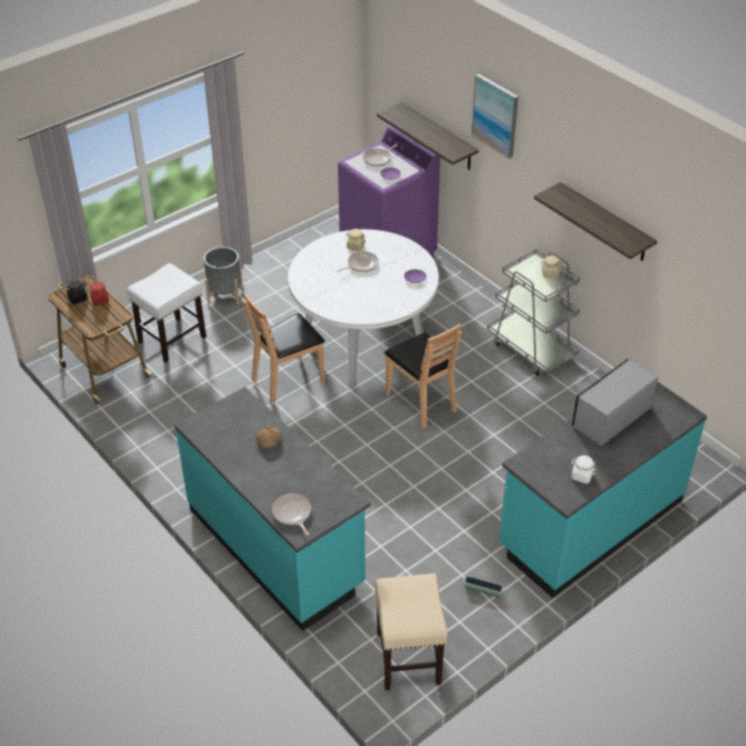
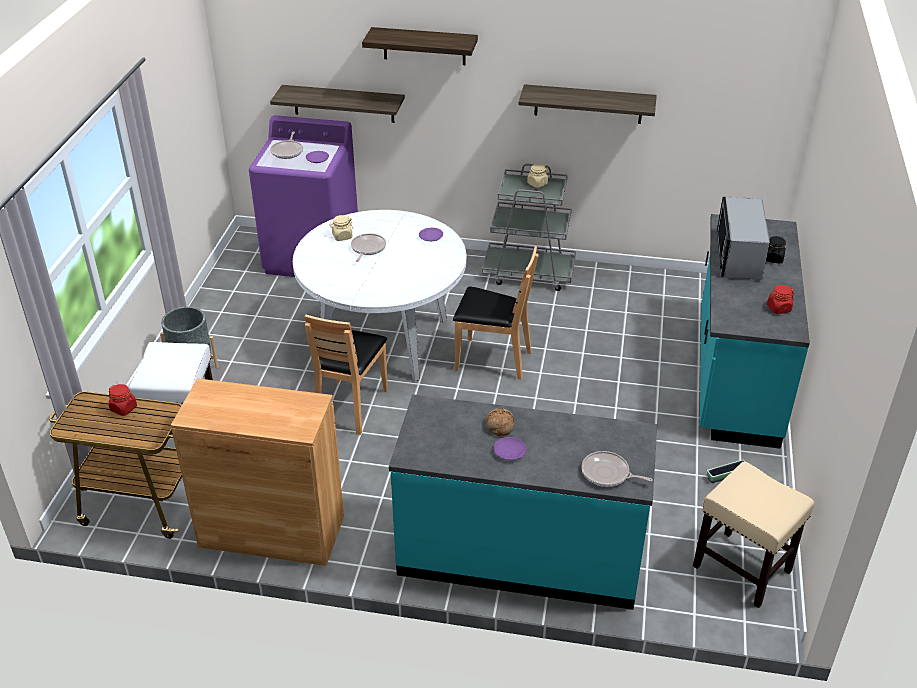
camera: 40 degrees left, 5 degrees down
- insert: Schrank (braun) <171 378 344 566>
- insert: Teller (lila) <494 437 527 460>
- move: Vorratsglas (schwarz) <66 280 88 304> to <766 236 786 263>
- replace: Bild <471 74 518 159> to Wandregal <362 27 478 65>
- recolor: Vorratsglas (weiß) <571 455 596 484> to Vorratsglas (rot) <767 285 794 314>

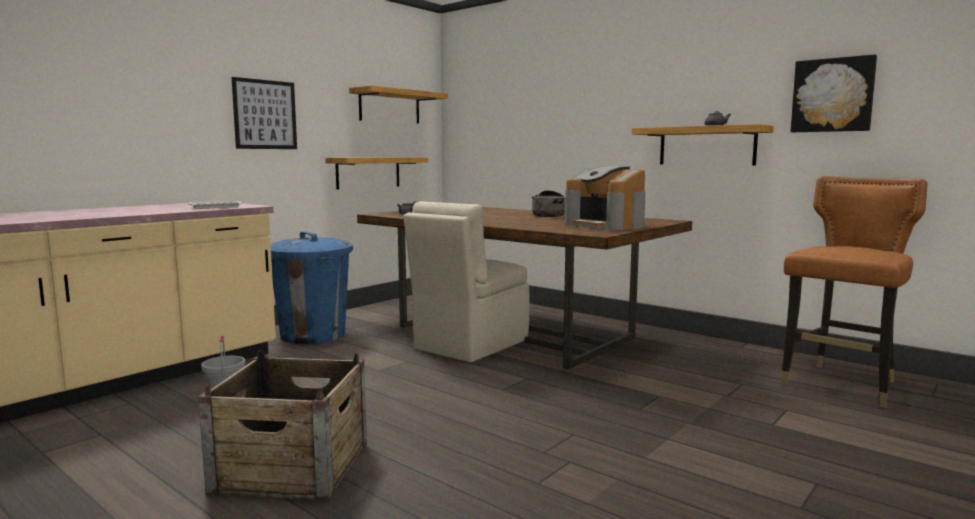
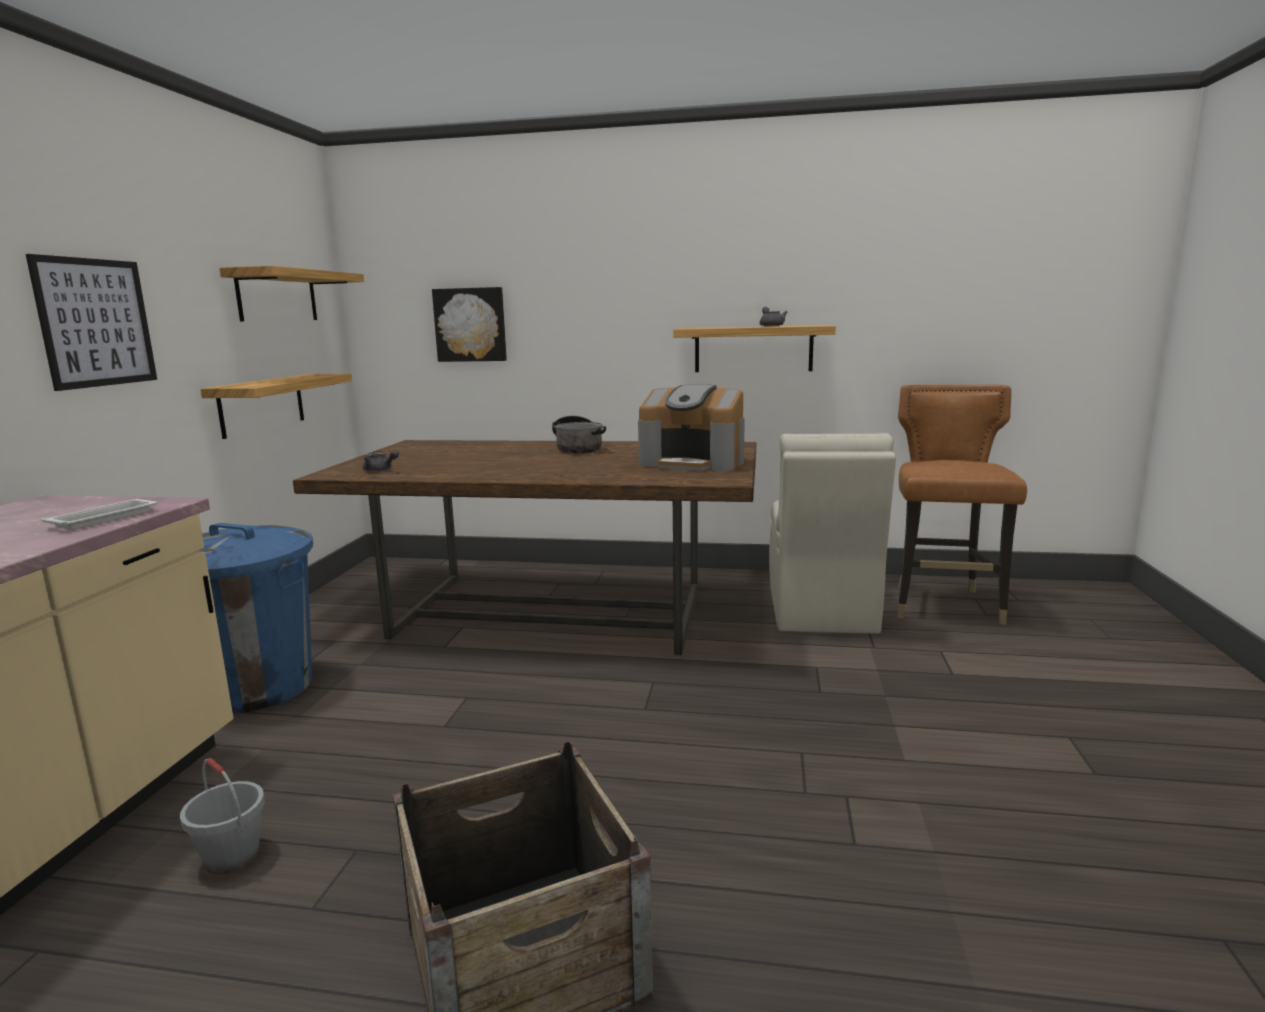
camera: 30 degrees left, 5 degrees up
- move: Stuhl (beige) <403 201 529 362> to <769 433 896 634>
- move: Bild <791 54 877 132> to <432 287 507 362>

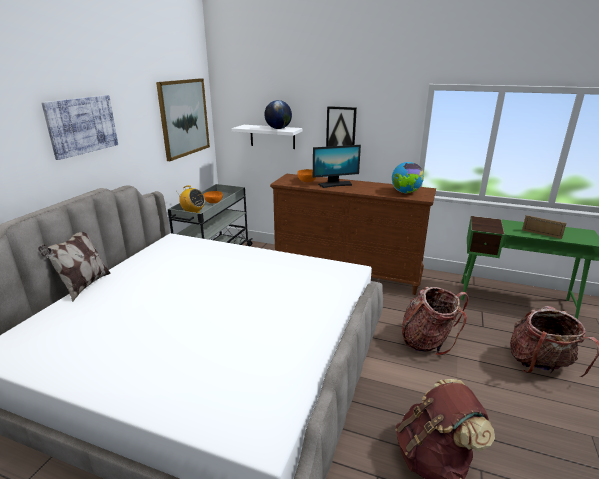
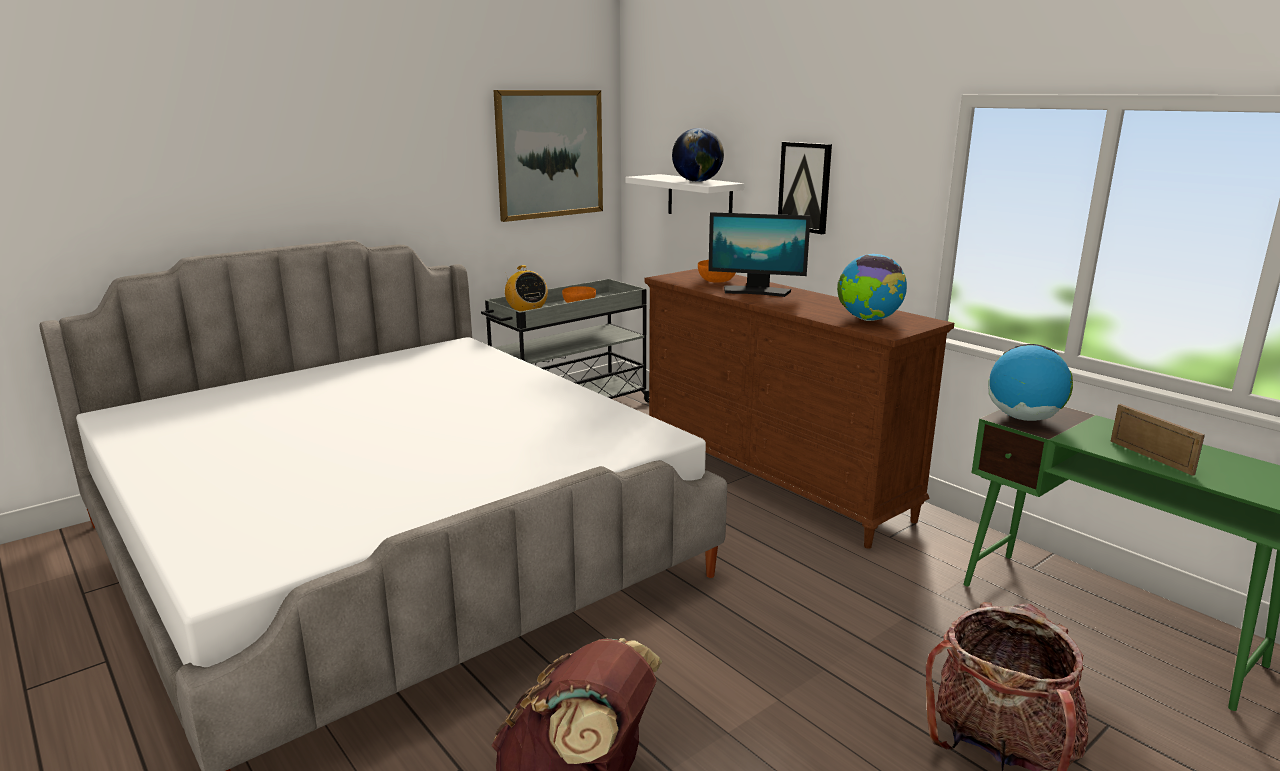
camera: 30 degrees right, 5 degrees down
- delete: Kissen <38 232 111 302>
- delete: Bild <41 95 118 160>
- delete: Rucksack <401 286 469 356>
- insert: Globus <988 344 1073 421>

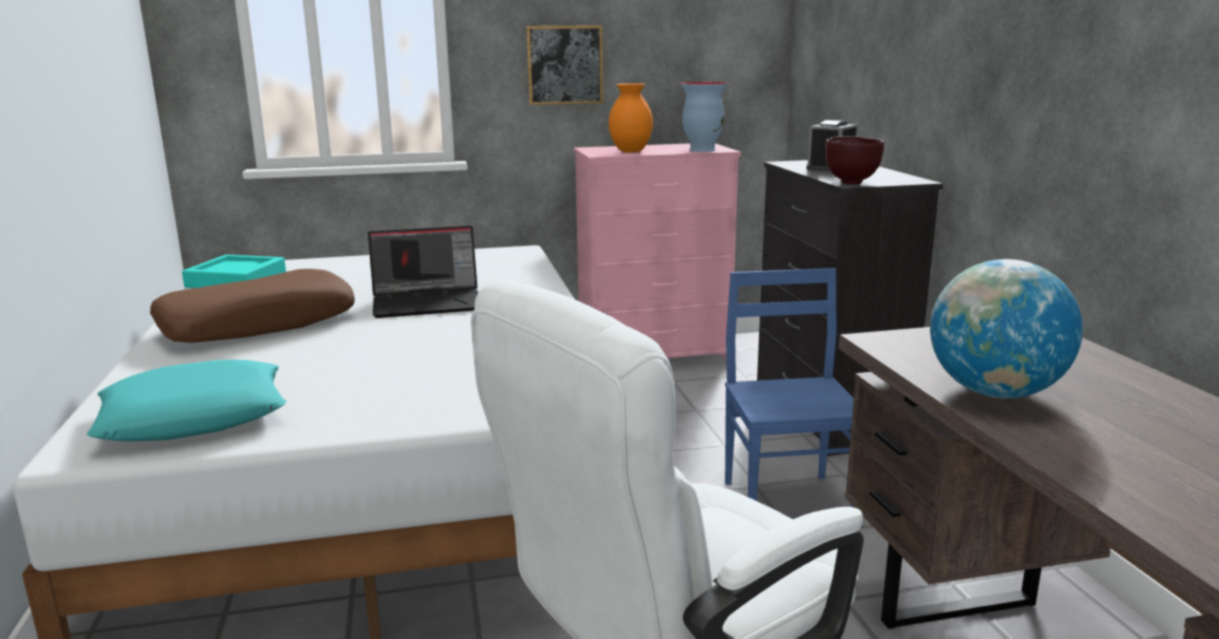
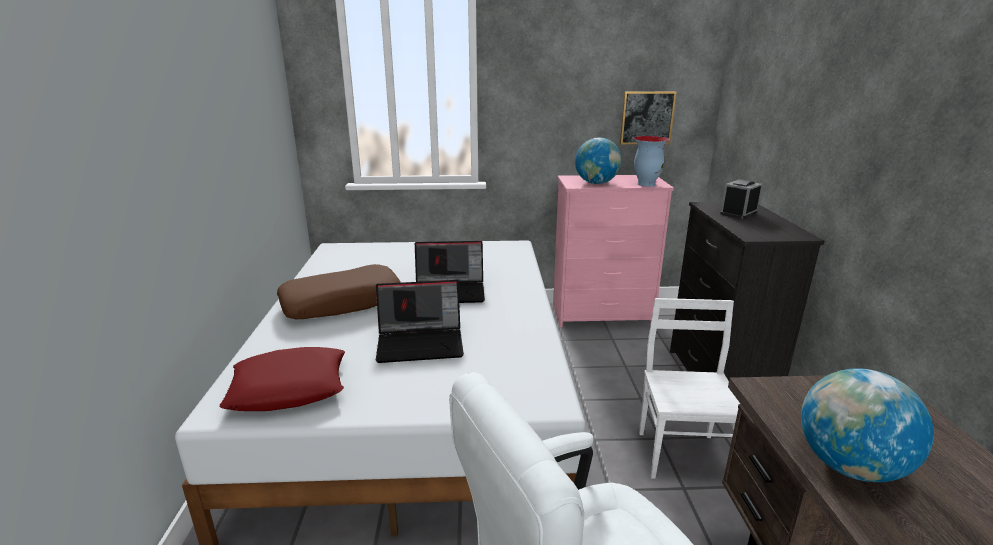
camera: 10 degrees right, 5 degrees up
- delete: Tablett (türkis) <182 255 286 288>
- delete: Schüssel (braun) <825 136 884 184>
- insert: Laptop <376 280 464 363>
- move: Bild <526 25 603 105> to <620 91 677 145>
- replace: Vase (orange) <609 83 653 153> to Globus <575 138 621 184>
- recolor: Kissen (türkis) <87 360 287 441> to Kissen (rot) <220 347 345 411>
- recolor: Stuhl (blau) <725 268 855 508> to Stuhl (weiß) <639 298 740 479>

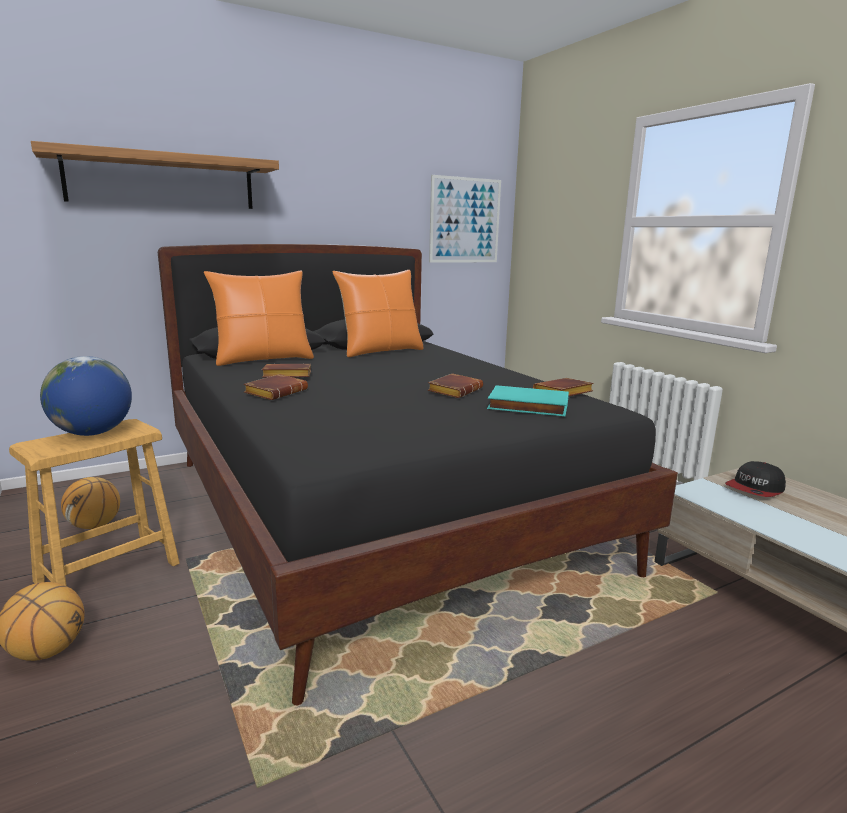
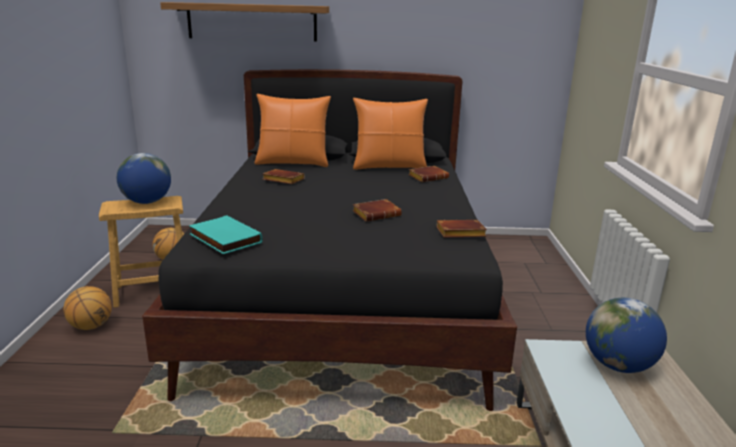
camera: 30 degrees right, 5 degrees up
- delete: Bild <429 175 501 263>
- move: Buch (braun) <244 374 308 400> to <408 166 449 182>
- move: Buch (türkis) <487 385 569 416> to <189 215 263 254>
- replace: Kappe <725 461 786 497> to Globus <586 298 667 373>

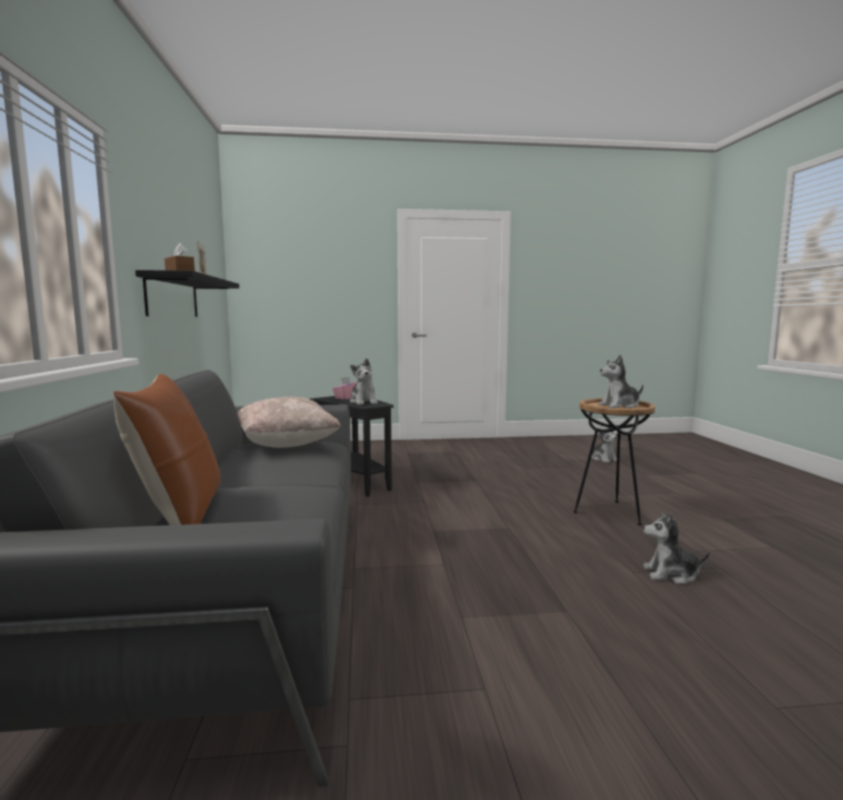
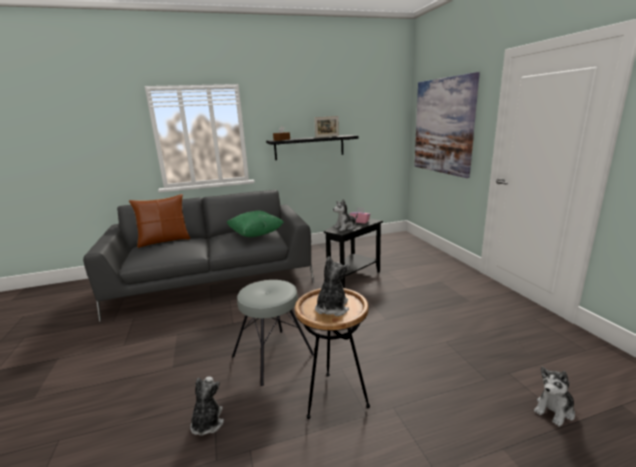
camera: 80 degrees right, 10 degrees up
- insert: Hocker (grau) <232 280 314 386>
- insert: Bild <414 72 480 178>
- recolor: Kissen (beige) <237 397 340 448> to Kissen (grün) <226 211 284 237>
- rotate: Plüschtier <598 355 643 409> = <315 256 350 316> 45 degrees clockwise

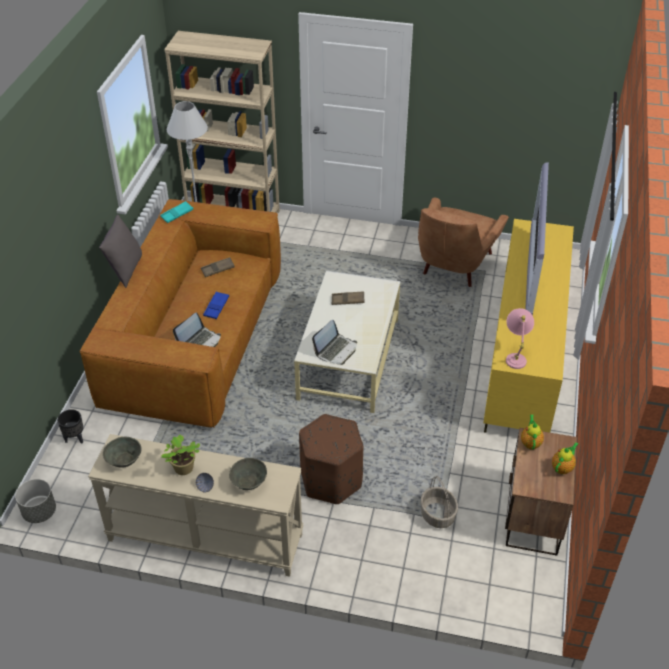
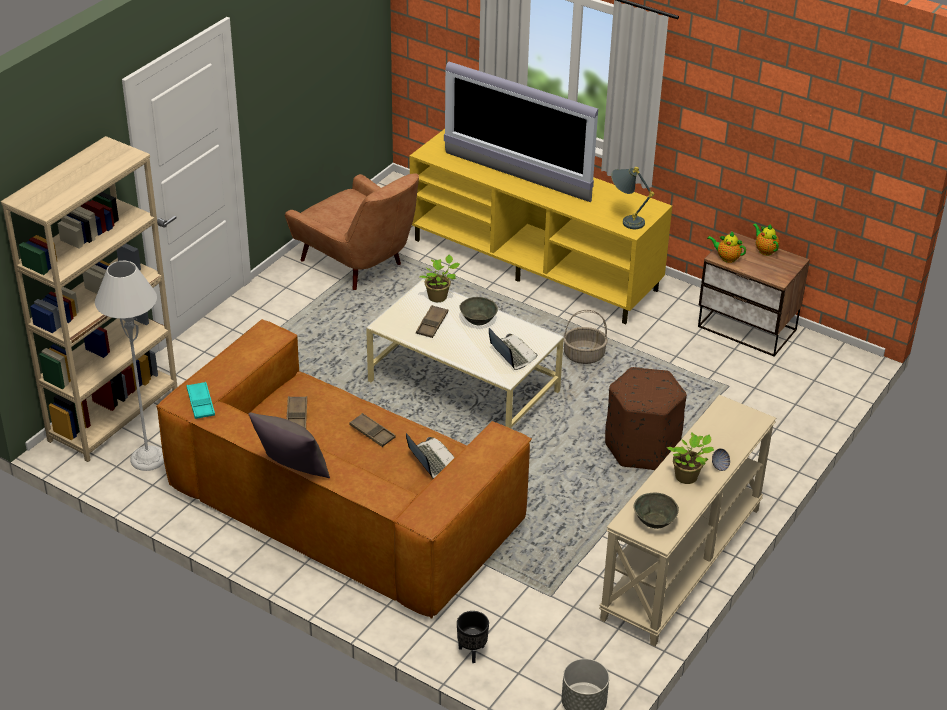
camera: 70 degrees left, 5 degrees down
- insert: Topfpflanze <420 255 460 302>
- move: Schüssel (grau) <229 458 267 490> to <459 297 498 325>
- move: Korb <421 476 458 528> to <564 310 608 364>
- recolor: Tablett (blau) <203 291 229 319> to Tablett (braun) <349 413 396 447>
- recolor: Tischlampe (rosa) <506 308 534 369> to Tischlampe (grau) <611 167 654 229>

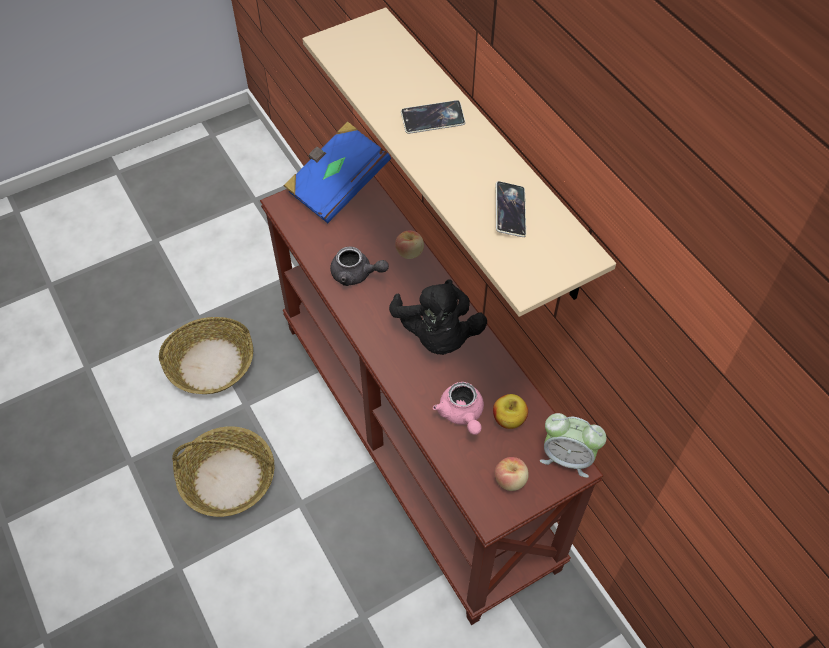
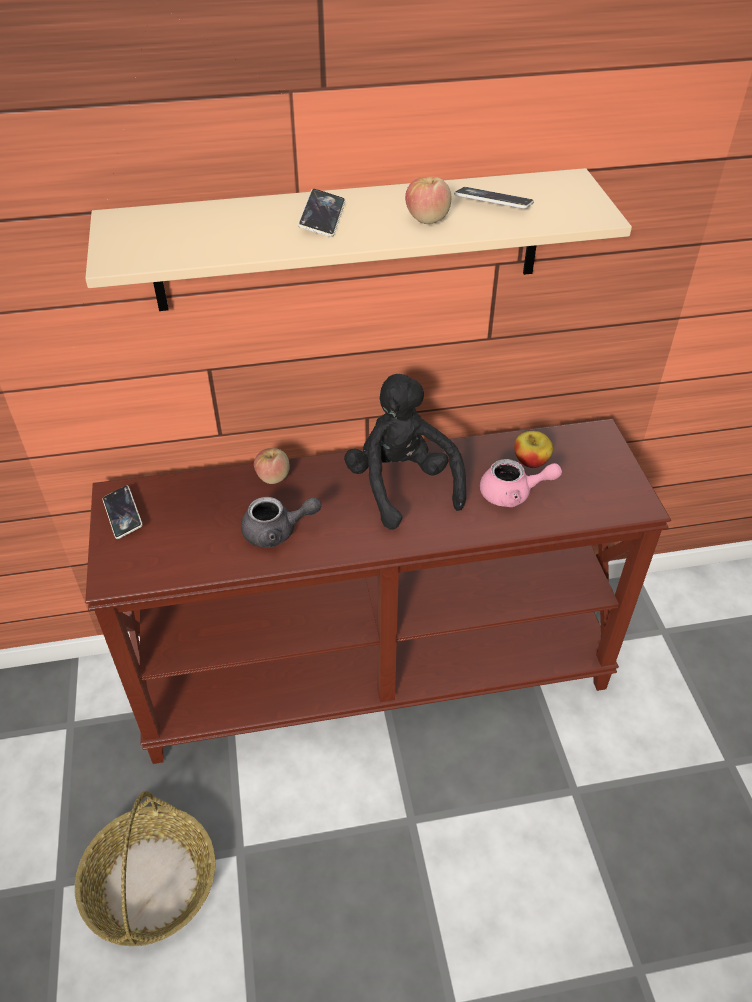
camera: 70 degrees left, 10 degrees down
- delete: Korb <172 427 275 517>
- delete: Wecker <540 413 606 478>
- move: Apfel <495 457 529 491> to <405 177 451 224>
- replace: Buch (blau) <284 122 391 223> to Handy <103 486 143 539>
- rotate: Teekanne (grau) <330 247 389 286> = <241 497 321 548> 45 degrees clockwise
- rotate: Plüschtier (schwarz) <389 279 487 355> = <344 374 466 530> 120 degrees counterclockwise

